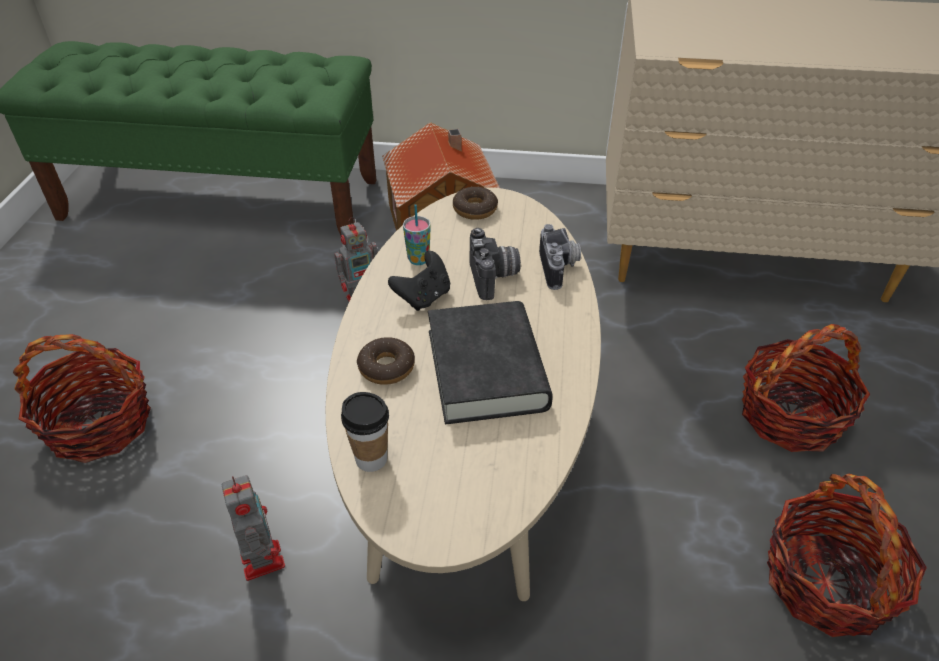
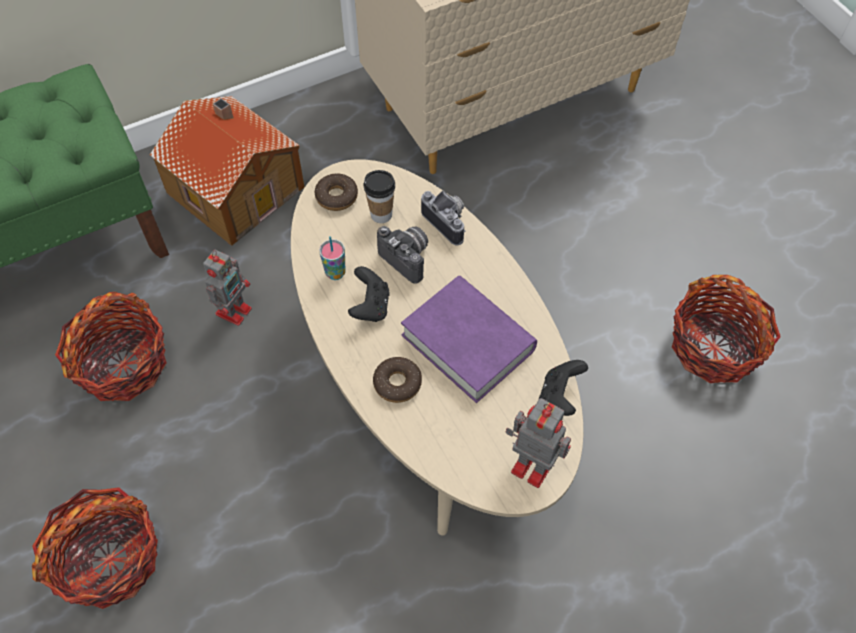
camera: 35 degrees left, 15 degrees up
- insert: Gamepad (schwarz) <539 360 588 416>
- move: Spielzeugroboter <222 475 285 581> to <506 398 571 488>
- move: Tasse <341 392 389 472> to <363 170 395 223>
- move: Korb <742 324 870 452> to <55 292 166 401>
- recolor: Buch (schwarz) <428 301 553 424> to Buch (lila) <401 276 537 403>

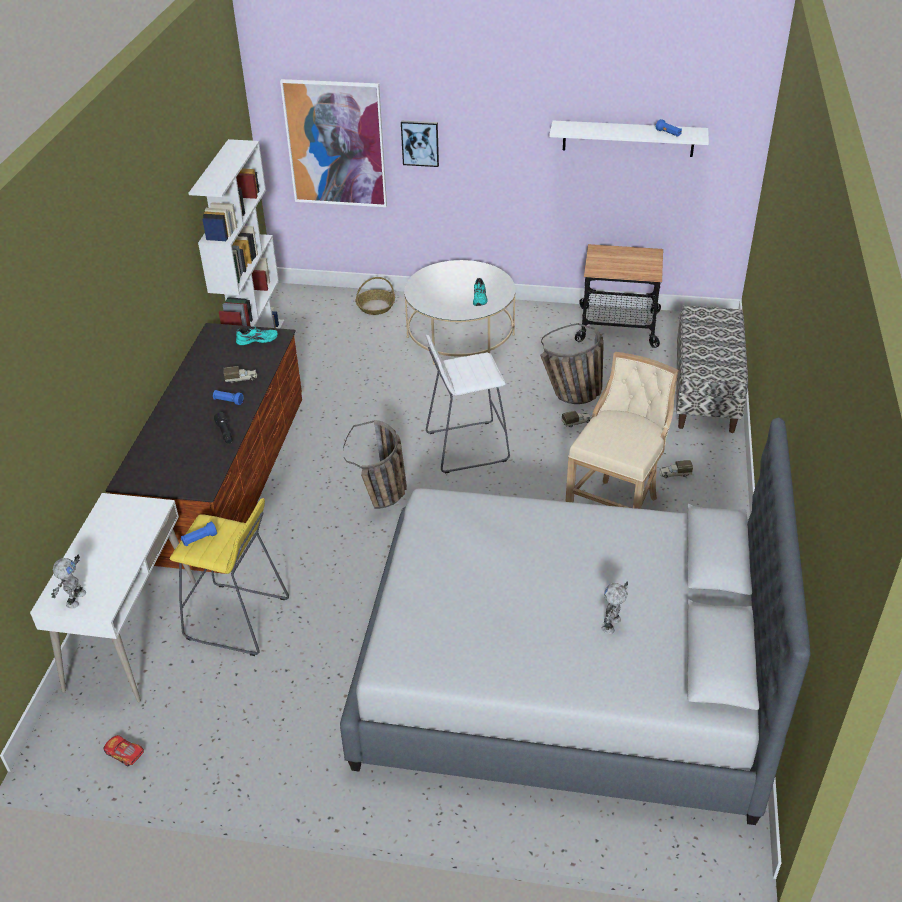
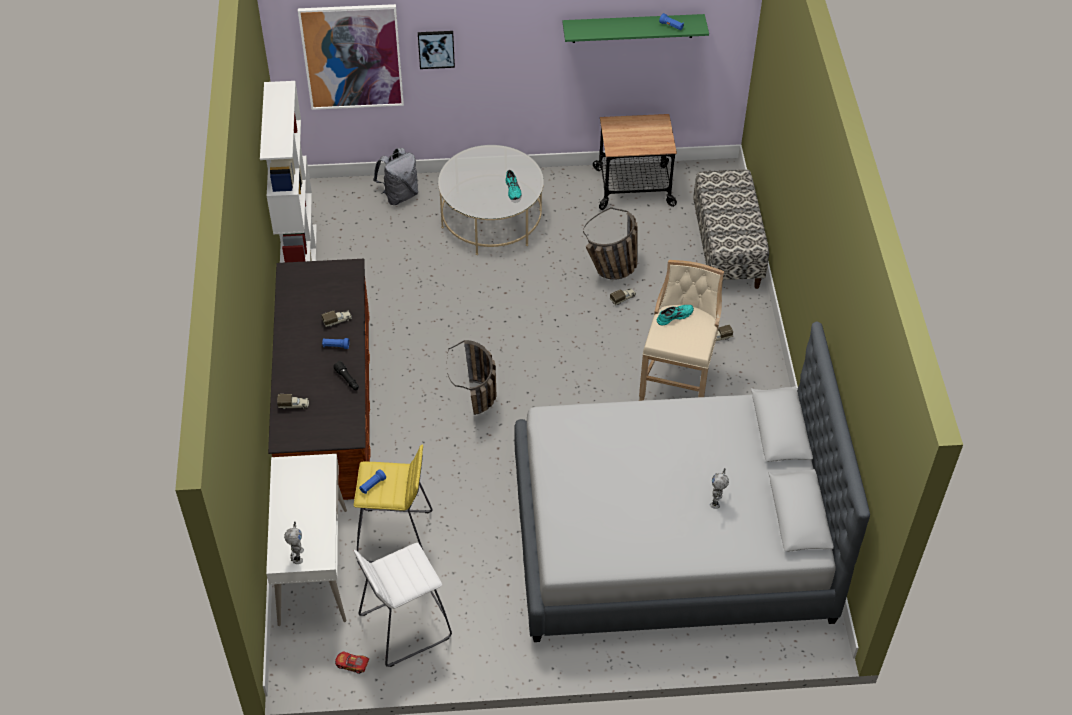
camera: 15 degrees left, 10 degrees up
- insert: Spielzeuglaster <277 394 309 409>
- move: Schuh (türkis) <236 327 278 345> to <657 305 694 325>
- move: Hocker (weiß) <426 335 510 474> to <354 543 452 667>
- replace: Korb <355 277 395 315> to Rucksack (grau) <373 148 418 205>
- recolor: Wandregal (weiß) <549 121 709 157> to Wandregal (grün) <562 14 709 43>

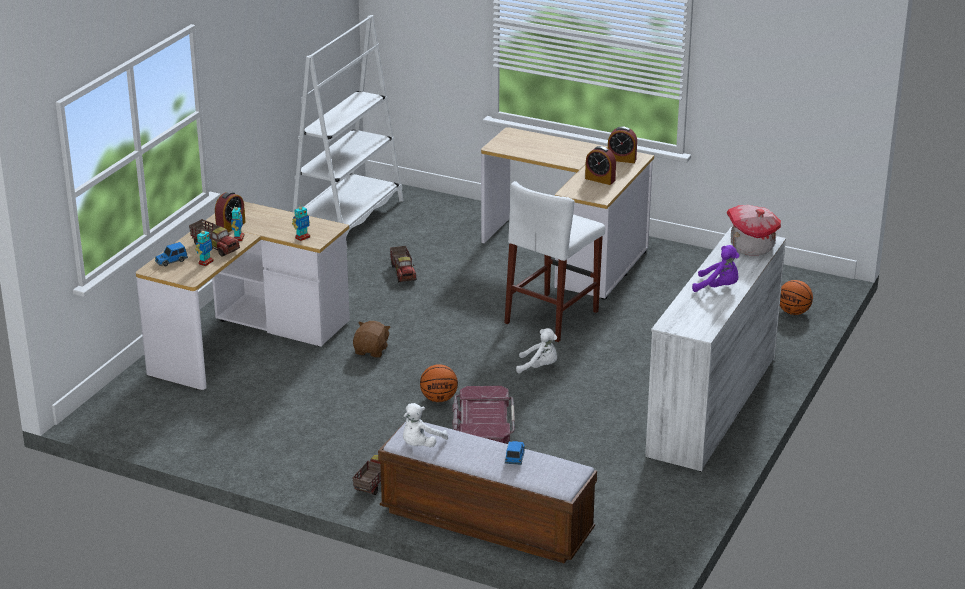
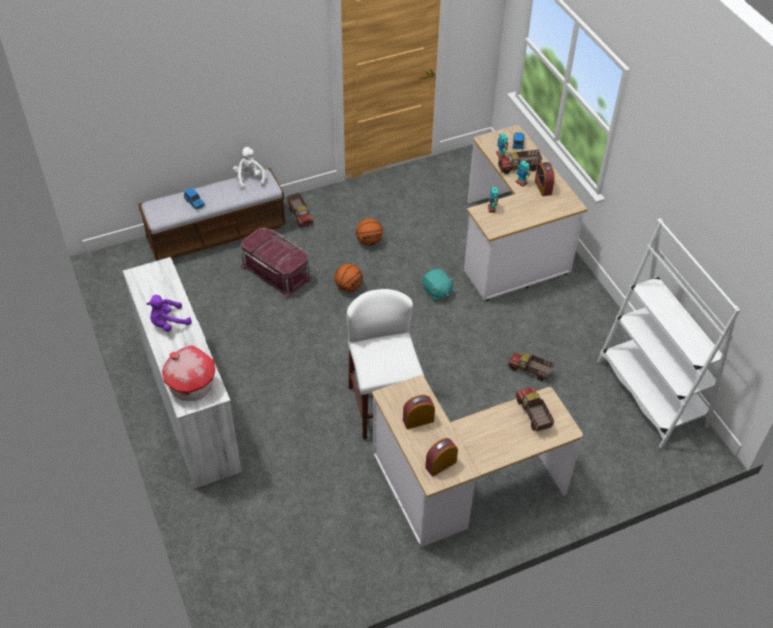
camera: 130 degrees right, 20 degrees up
- delete: Plüschtier (weiß) <516 328 557 374>
- insert: Spielzeuglaster <516 387 555 432>
- move: Basketball <780 280 813 315> to <356 219 383 246>
- recolor: Plüschtier (braun) <353 321 391 358> to Plüschtier (türkis) <422 269 454 301>

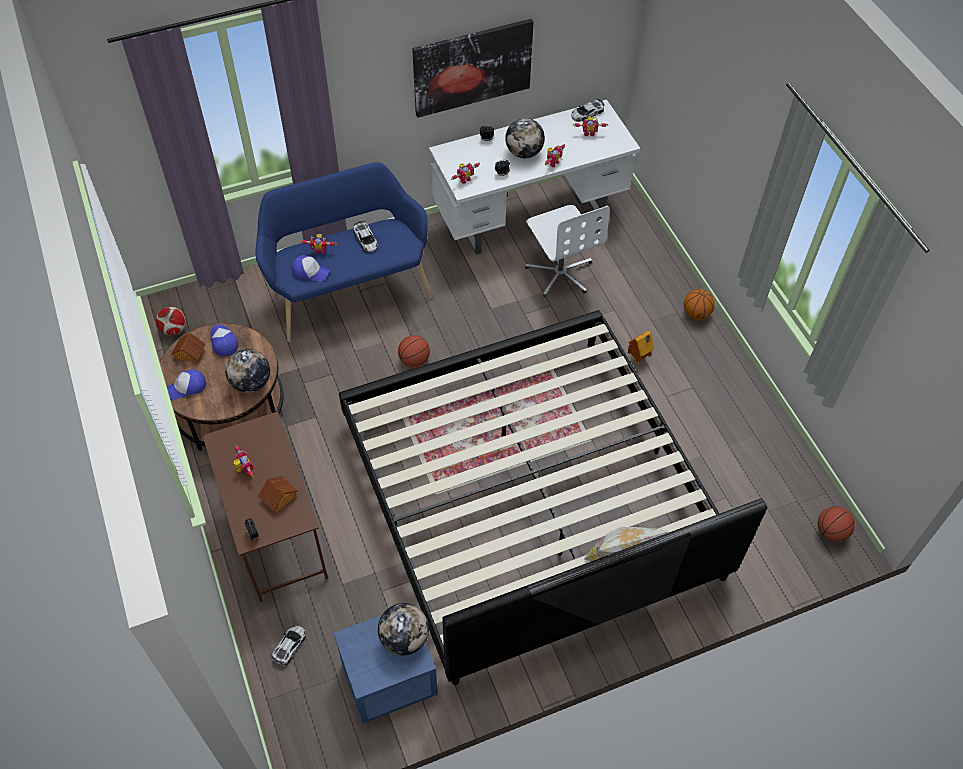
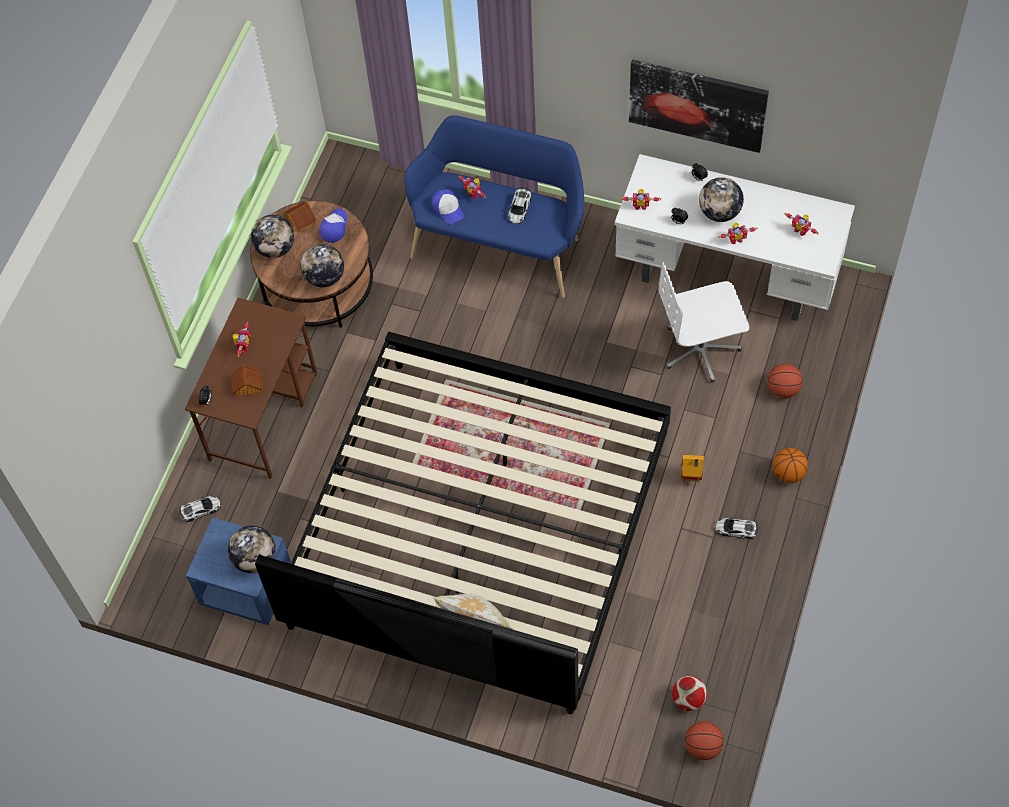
camera: 45 degrees right, 5 degrees up
- move: Fußball <156 307 186 335> to <672 676 707 711>
- move: Basketball <398 335 430 367> to <767 363 803 398>
- move: Spielzeugauto <571 99 604 122> to <715 517 758 539>
- replace: Kappe <167 369 206 400> to Globus <251 215 294 258>
- rotate: Bürostuhl (weiß) <525 205 610 297> = <658 262 749 382> 60 degrees clockwise

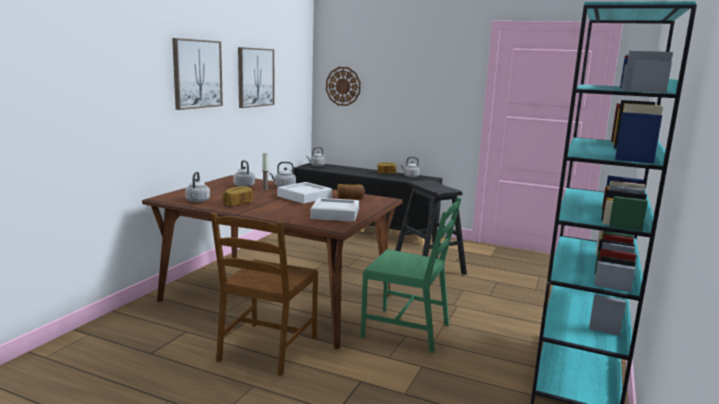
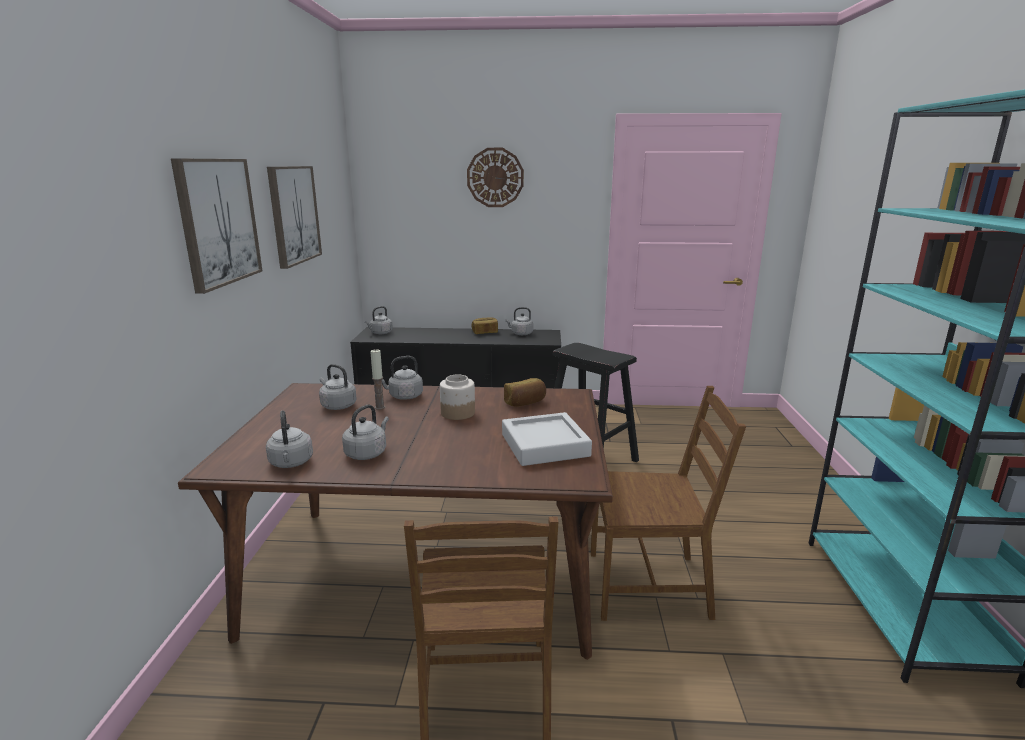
camera: 20 degrees left, 5 degrees up
- move: Wanduhr <326 67 361 106> to <467 148 524 207>
- replace: Brot <222 186 253 206> to Wasserkessel (grau) <342 405 389 460>
- replace: Tablett (grau) <277 182 332 204> to Vorratsglas <440 374 475 420>
- recolor: Stuhl (grün) <361 198 462 353> to Stuhl (braun) <591 386 746 621>

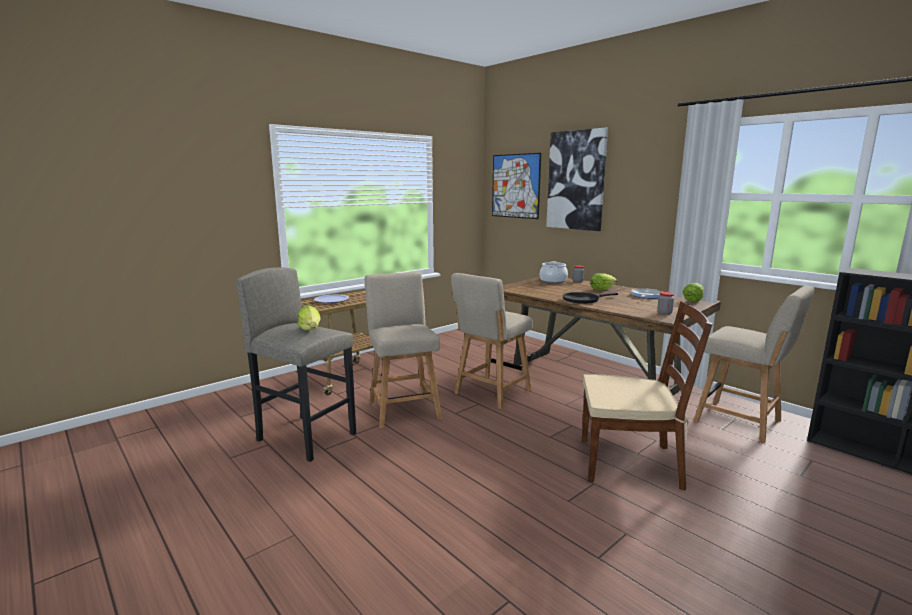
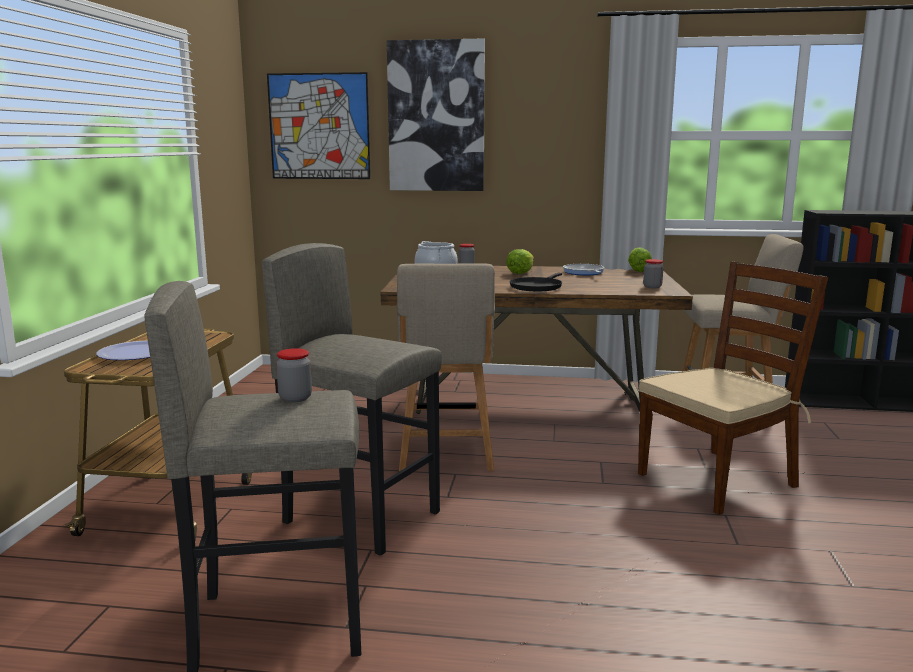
camera: 40 degrees left, 0 degrees up
- replace: Salatkopf <298 306 321 331> to Vorratsglas <276 348 312 402>
- replace: Stuhl (beige) <365 272 442 428> to Hocker (grau) <262 243 442 556>

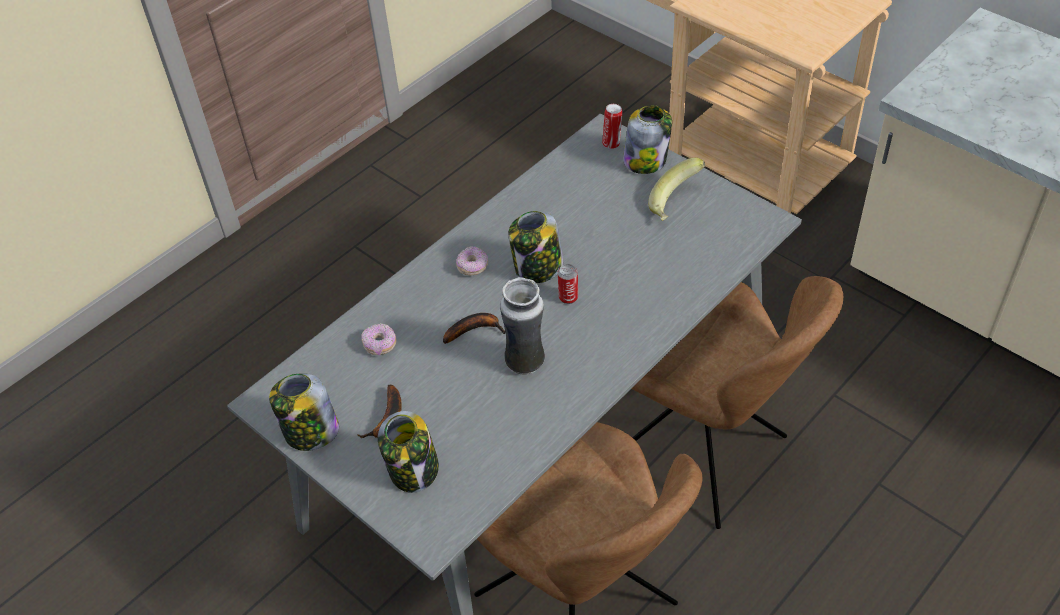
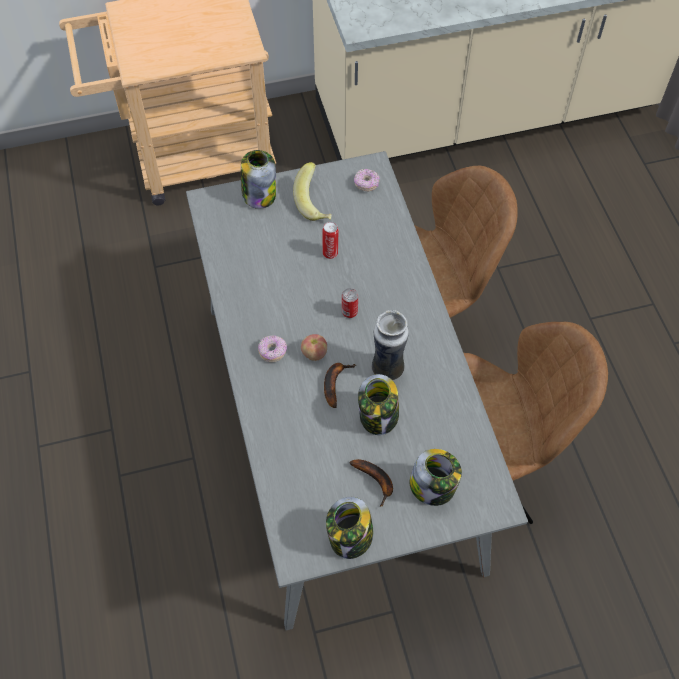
camera: 60 degrees left, 10 degrees up
- insert: Apfel <301 334 327 361>
- move: Donut <361 323 397 356> to <354 169 379 191>
- move: Vorratsglas <509 211 563 283> to <358 374 399 435>
- move: Dose <602 104 623 149> to <323 222 338 259>

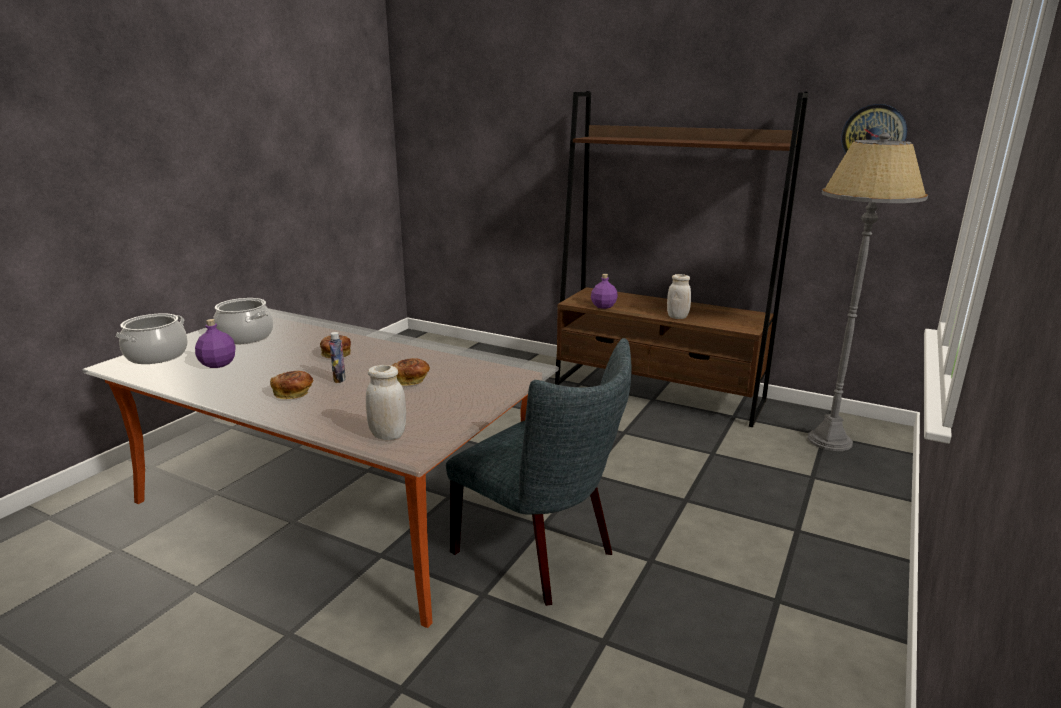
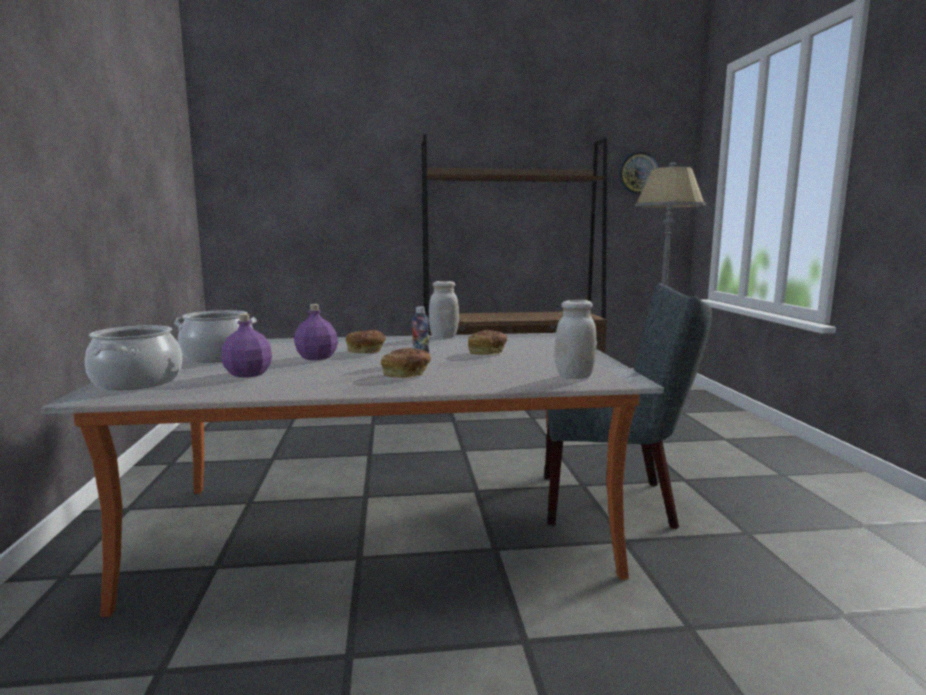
camera: 35 degrees left, 10 degrees down
- move: Flasche (lila) <591 274 618 309> to <294 304 338 360>
- move: Vorratsglas (weiß) <667 274 691 319> to <429 281 459 338>

